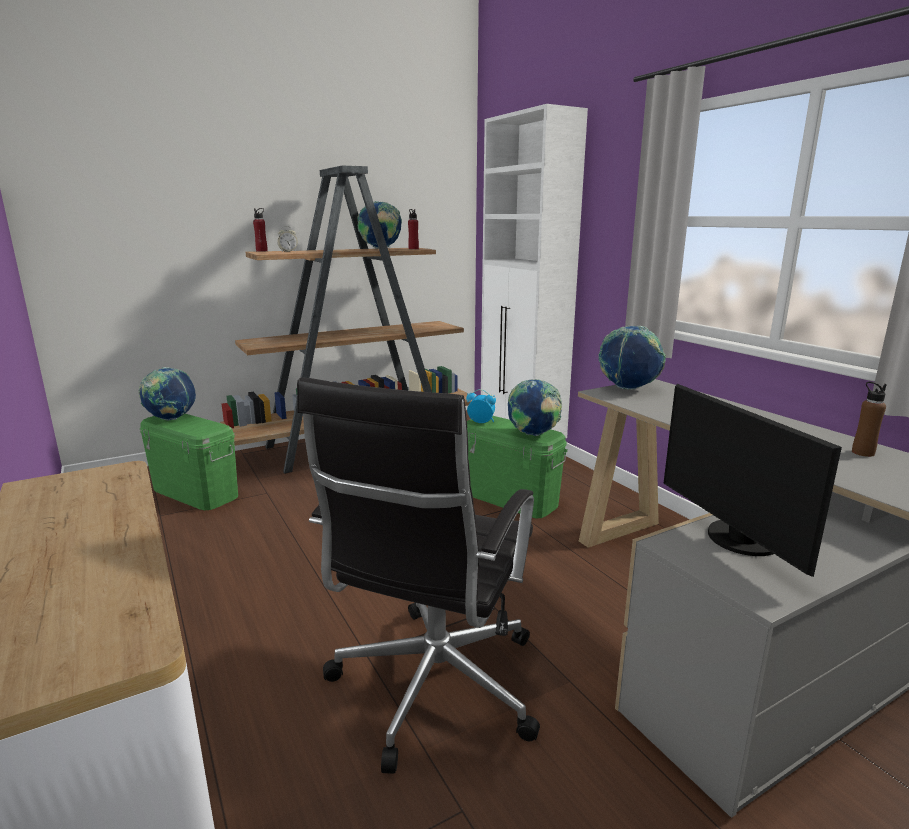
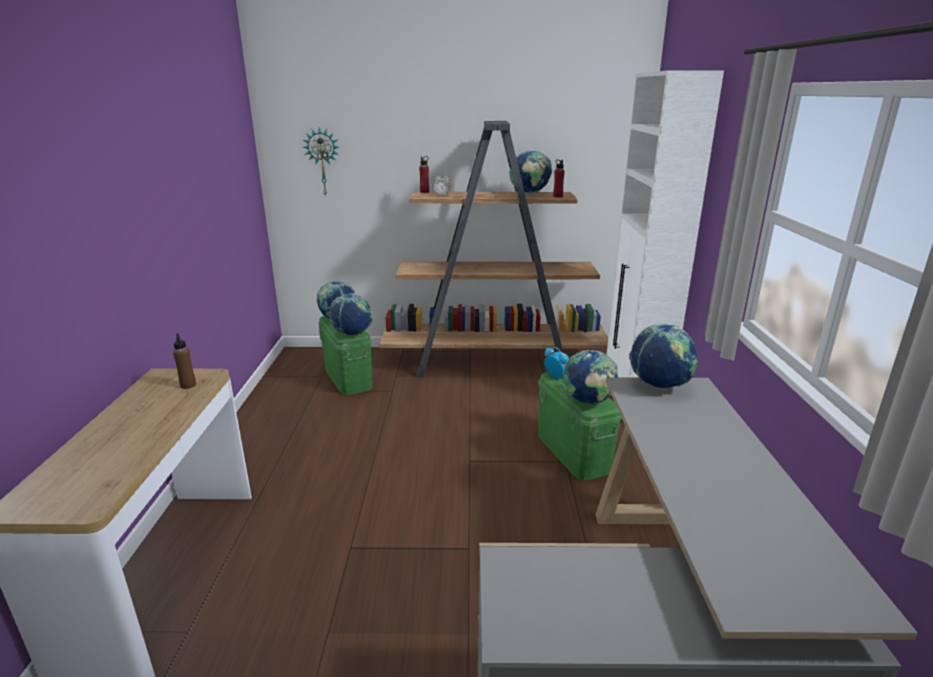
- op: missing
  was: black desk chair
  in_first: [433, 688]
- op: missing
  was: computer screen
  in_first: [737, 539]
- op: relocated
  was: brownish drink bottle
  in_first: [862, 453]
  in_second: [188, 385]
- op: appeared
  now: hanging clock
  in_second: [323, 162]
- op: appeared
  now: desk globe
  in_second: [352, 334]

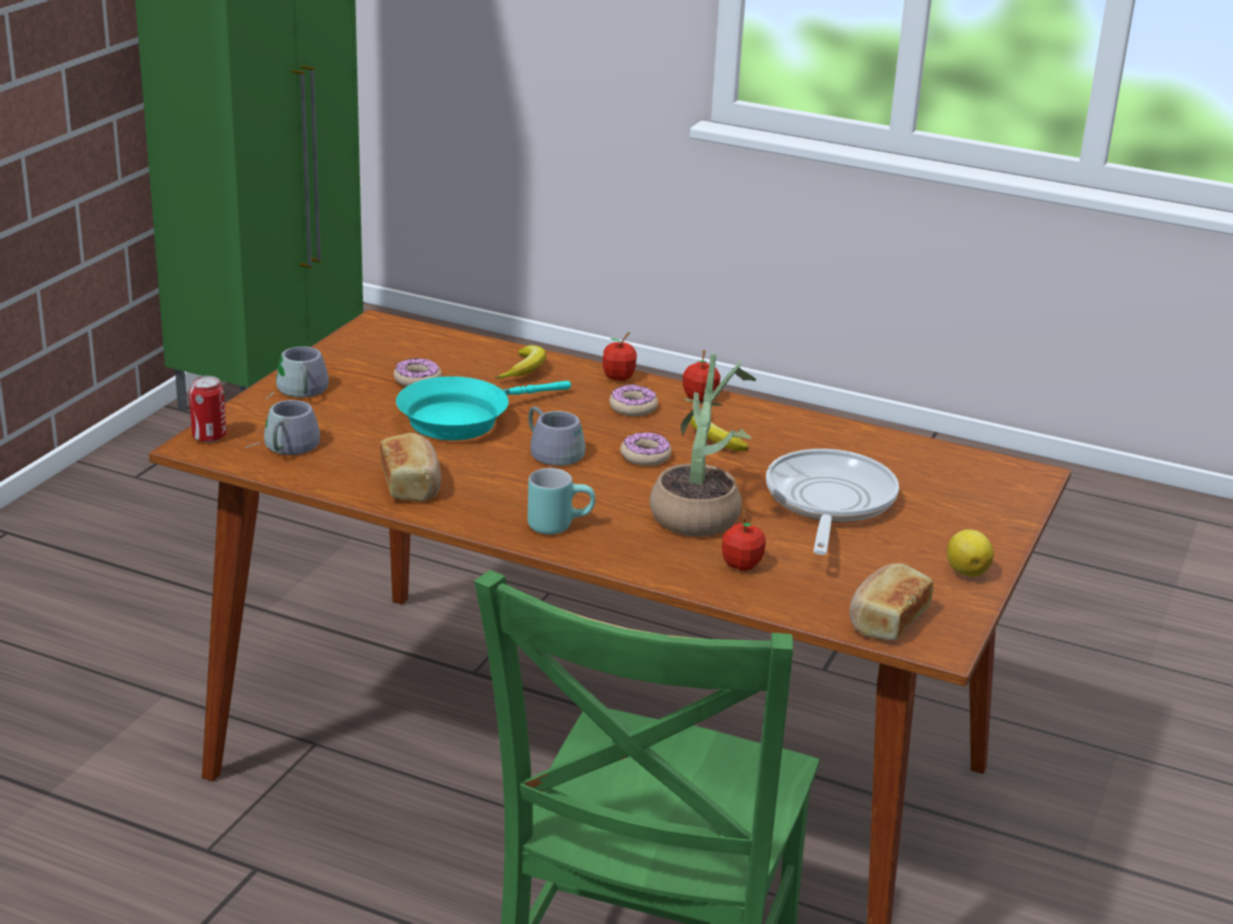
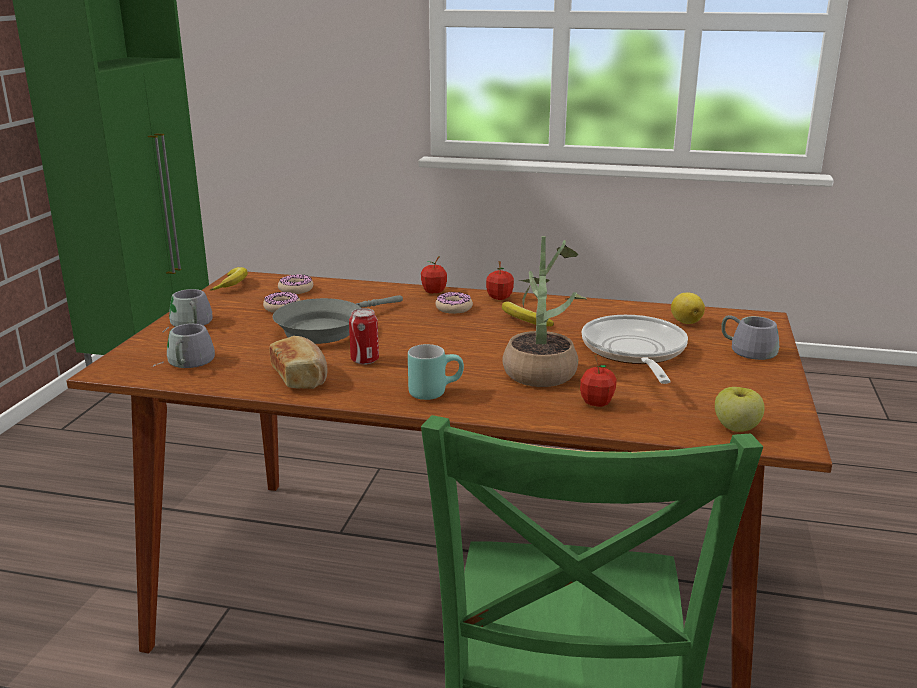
- op: relocated
  was: metal can
  in_first: [209, 437]
  in_second: [365, 360]
- op: colour
  was: turquoise frying pan
  now: grey frying pan
  in_first: [462, 419]
  in_second: [326, 328]
- op: relocated
  was: banana fruit
  in_first: [524, 370]
  in_second: [232, 284]
- op: relocated
  was: grey tea mug
  in_first: [556, 449]
  in_second: [749, 348]
- op: relocated
  was: doughnut
  in_first: [645, 456]
  in_second: [296, 289]
- op: exchanged
  was: baked bread
  now: apple fruit
  in_first: [886, 619]
  in_second: [736, 428]
- op: relocated
  was: lemon
  in_first: [967, 571]
  in_second: [685, 322]

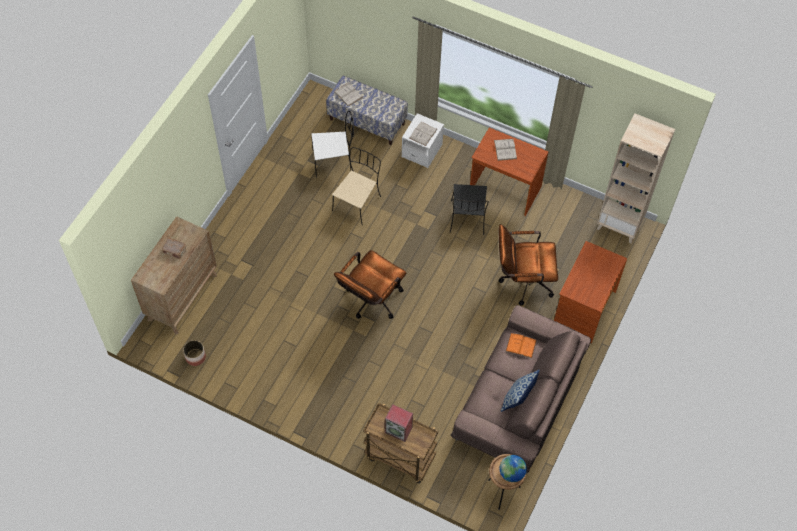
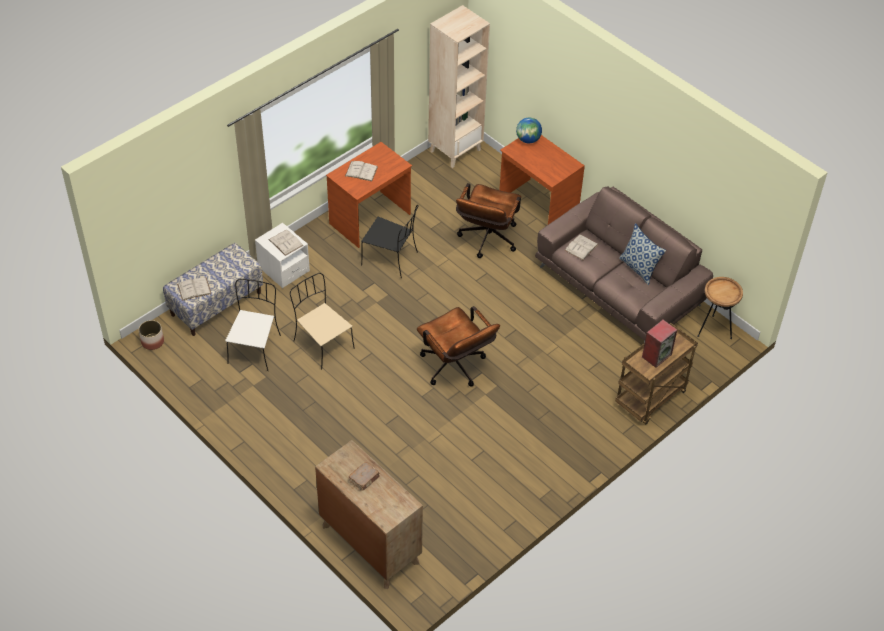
- op: relocated
  was: planter
  in_first: [195, 357]
  in_second: [152, 341]
- op: relocated
  was: desk globe
  in_first: [511, 473]
  in_second: [528, 140]
- op: colour
  was: orange-coloured bound book
  now: white bound book
  in_first: [521, 345]
  in_second: [581, 247]

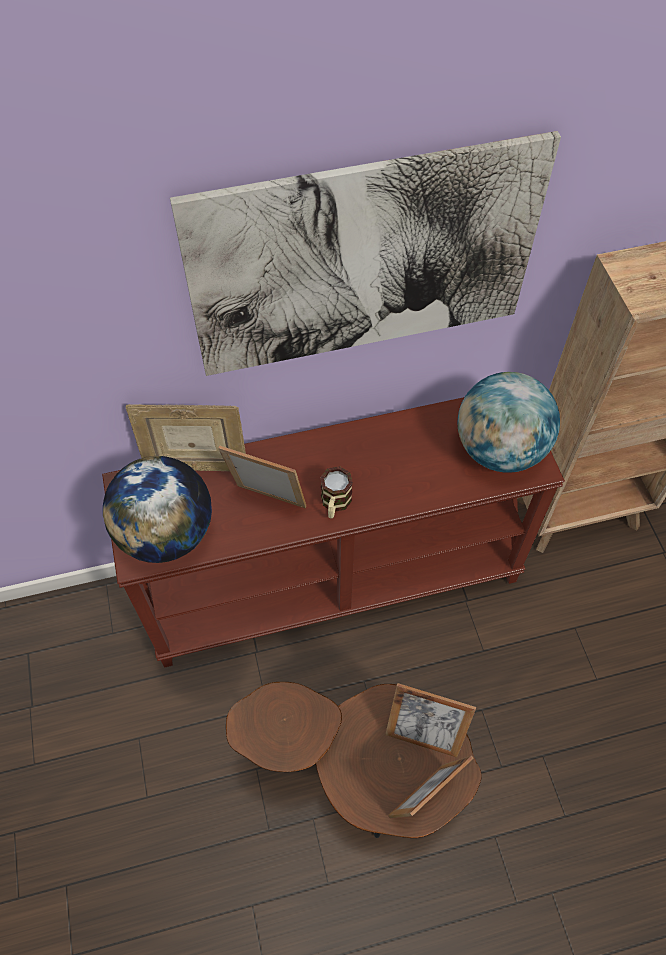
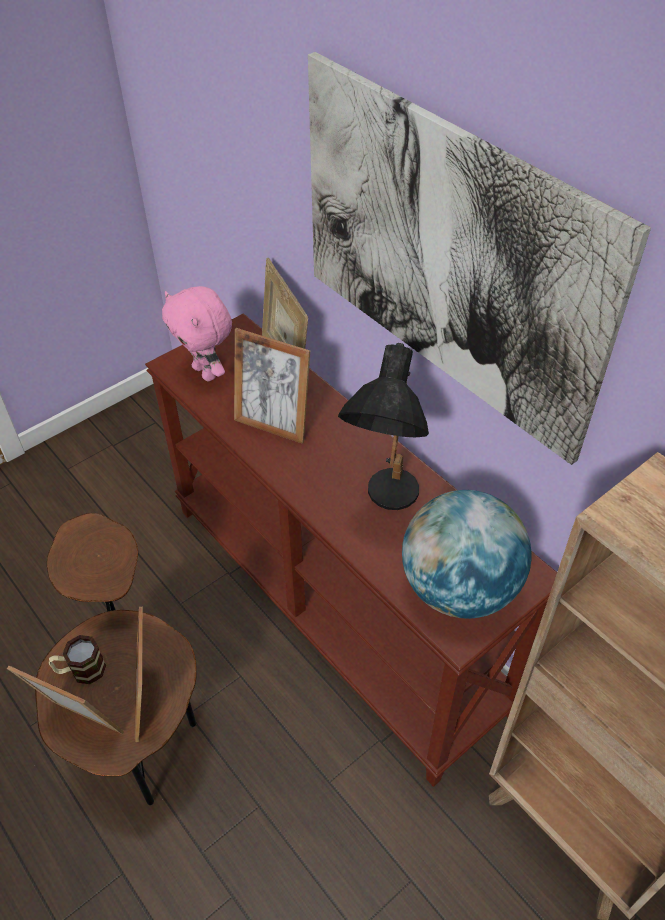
- op: exchanged
  was: desk globe
  now: pink-coloured soft toy
  in_first: [167, 533]
  in_second: [206, 372]
- op: spun
  was: standing frame
  in_first: [268, 504]
  in_second: [273, 424]
  clockwise: 120
- op: relocated
  was: tea mug
  in_first: [334, 504]
  in_second: [81, 670]
- op: appeared
  now: black tabletop lamp
  in_second: [385, 504]

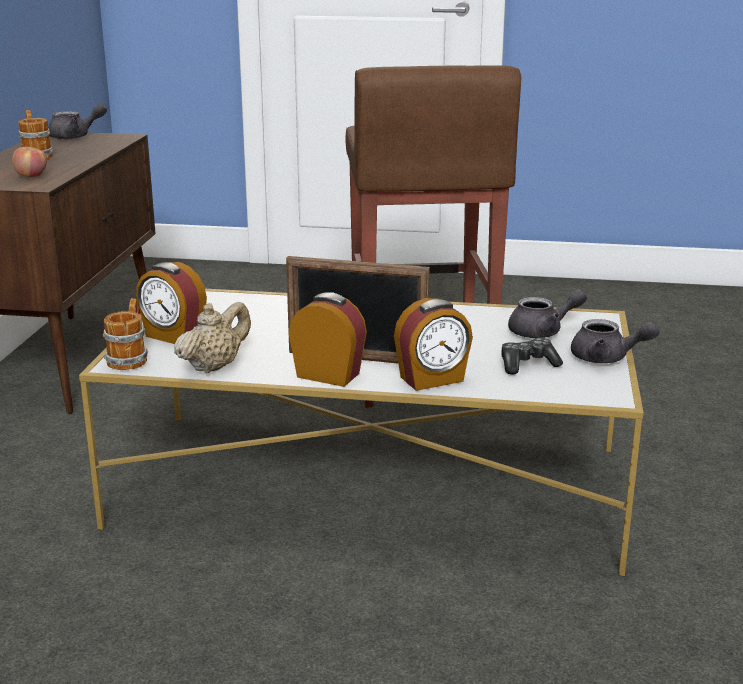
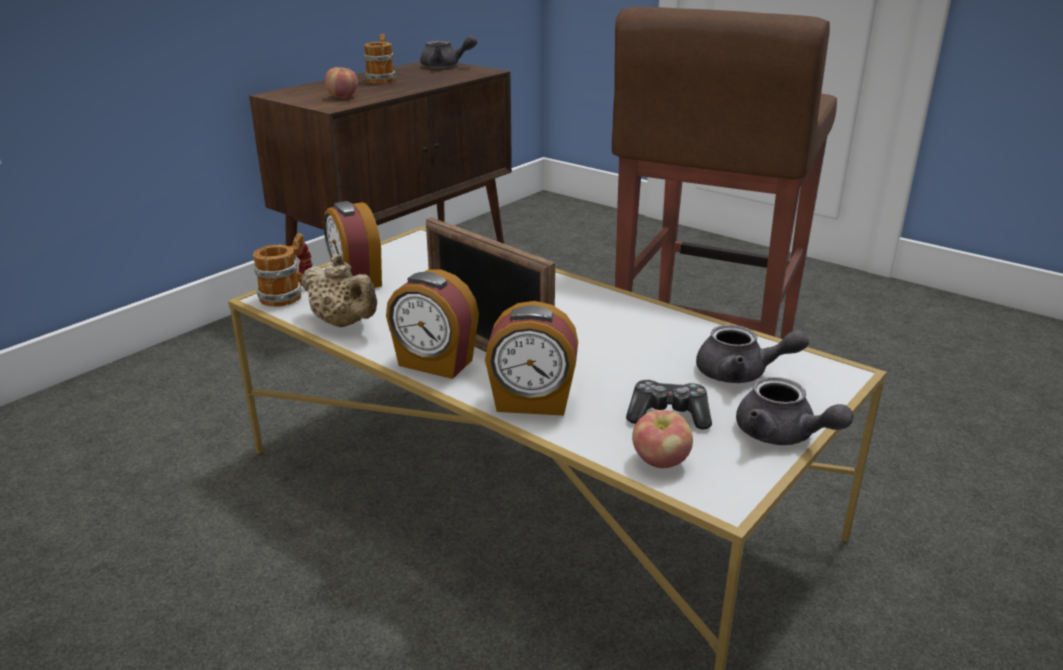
- op: spun
  was: beige tea pot
  in_first: [214, 367]
  in_second: [344, 323]
  clockwise: 60
- op: spun
  was: alarm clock
  in_first: [329, 374]
  in_second: [434, 364]
  clockwise: 150
- op: appeared
  now: apple fruit
  in_second: [660, 461]

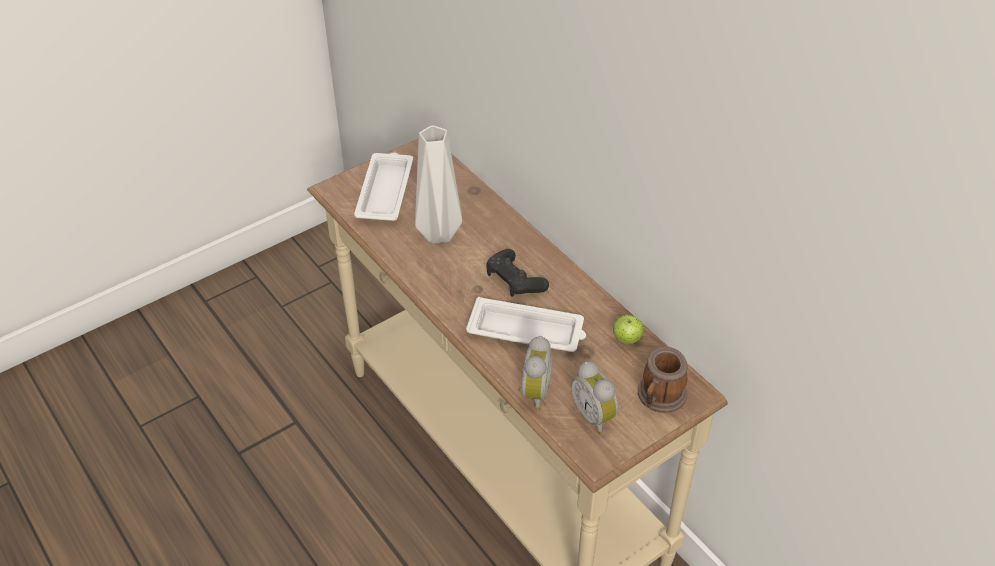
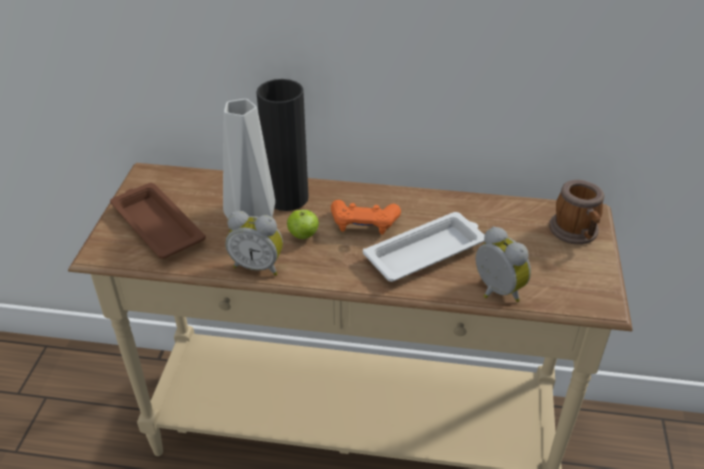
- op: colour
  was: white carrying tray
  now: brownish carrying tray
  in_first: [385, 191]
  in_second: [157, 225]
- op: colour
  was: black game controller
  now: orange-coloured game controller
  in_first: [514, 281]
  in_second: [364, 224]
- op: relocated
  was: alarm clock
  in_first: [595, 416]
  in_second: [258, 265]
- op: relocated
  was: apple fruit
  in_first: [627, 339]
  in_second: [303, 235]
- op: appeared
  now: black vase
  in_second: [287, 198]

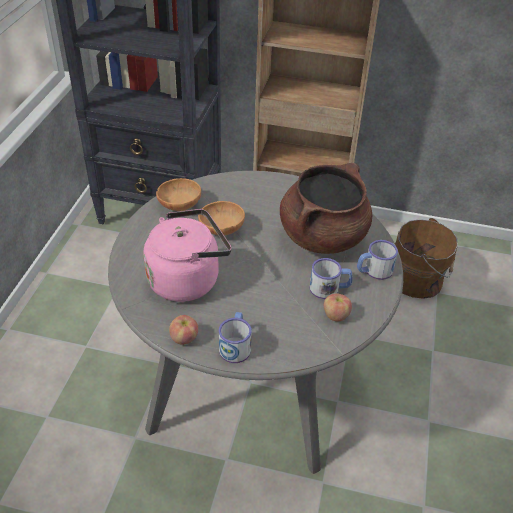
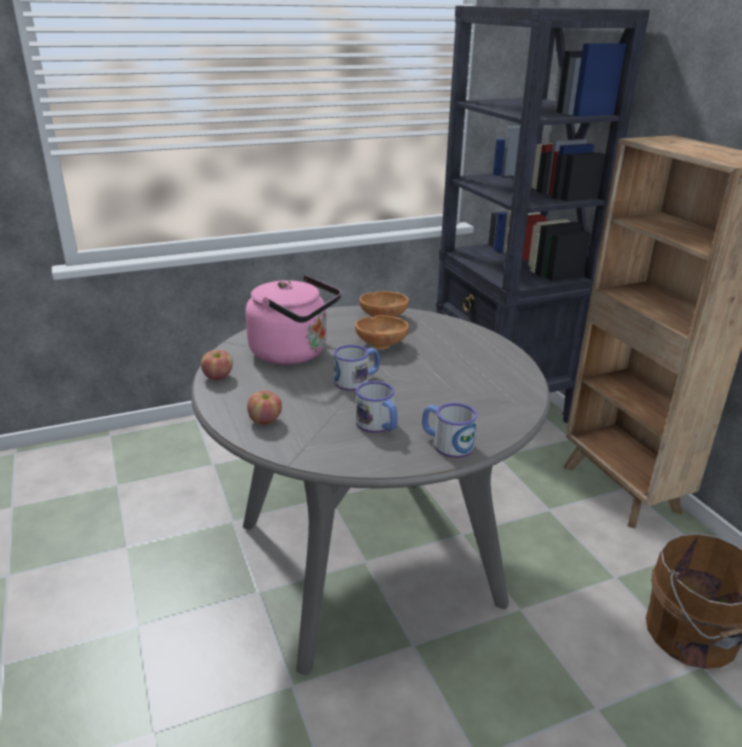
- op: relocated
  was: tea mug
  in_first: [235, 345]
  in_second: [357, 380]
- op: missing
  was: brownish cooking pot
  in_first: [322, 236]
- op: relocated
  was: apple fruit
  in_first: [336, 315]
  in_second: [265, 420]

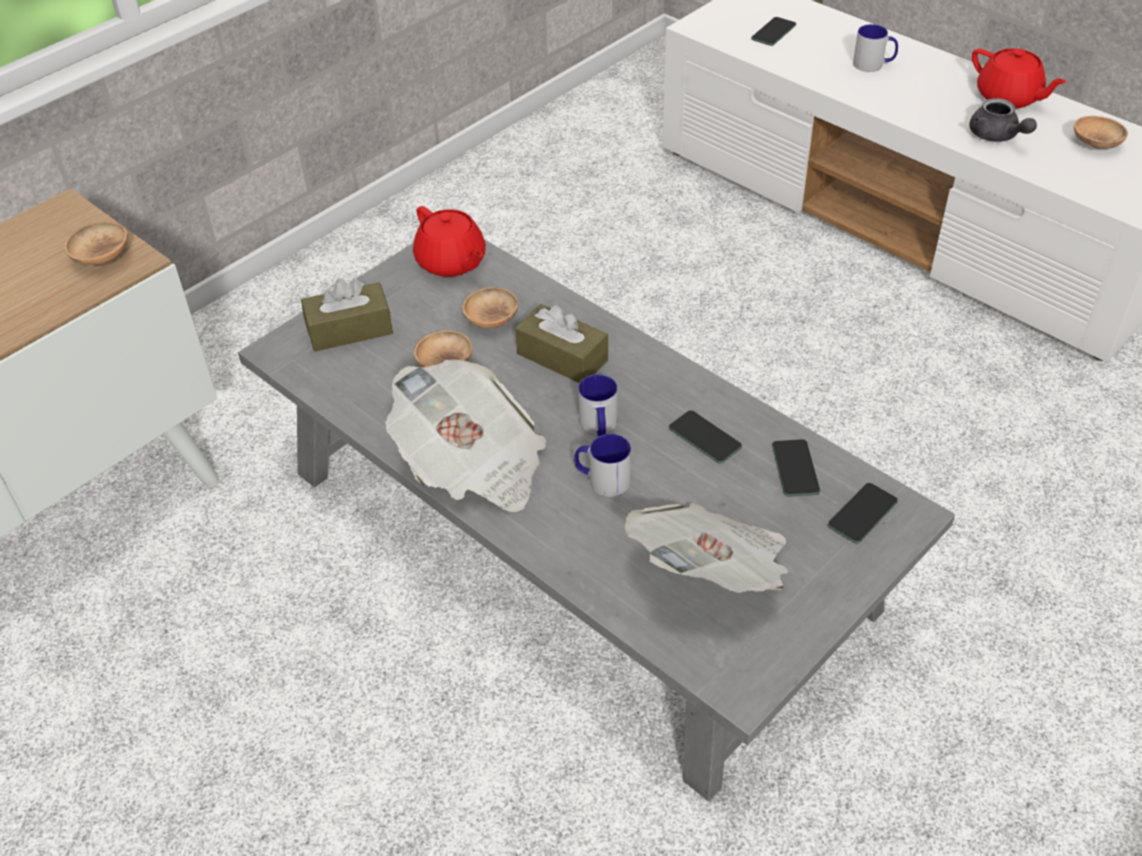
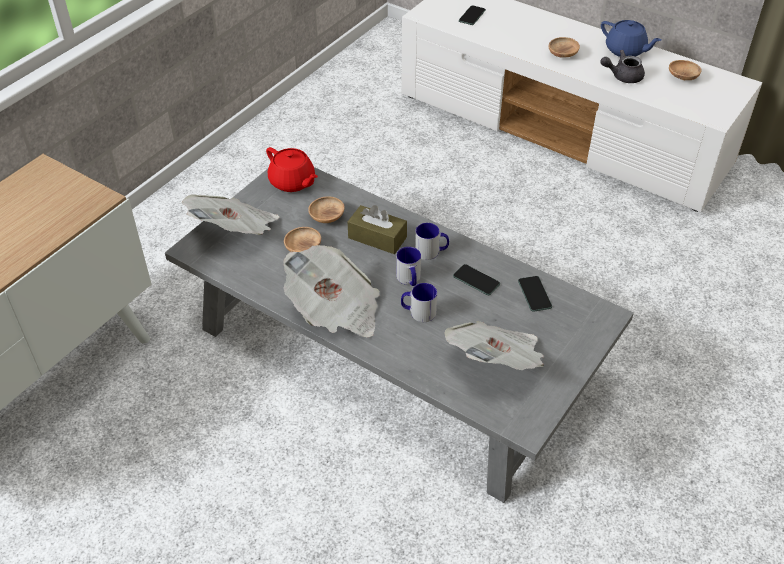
- op: relocated
  was: brownish bowl
  in_first: [102, 257]
  in_second: [562, 55]
- op: exchanged
  was: brownish tissue box
  now: daily paper
  in_first: [349, 329]
  in_second: [235, 231]
- op: missing
  was: handset
  in_first: [862, 514]
- op: relocated
  was: tea mug
  in_first: [873, 64]
  in_second: [431, 252]
- op: spun
  was: grey tea pot
  in_first: [996, 136]
  in_second: [622, 76]
  clockwise: 120
- op: colour
  was: red tea pot
  now: bluish tea pot
  in_first: [1009, 98]
  in_second: [626, 51]

